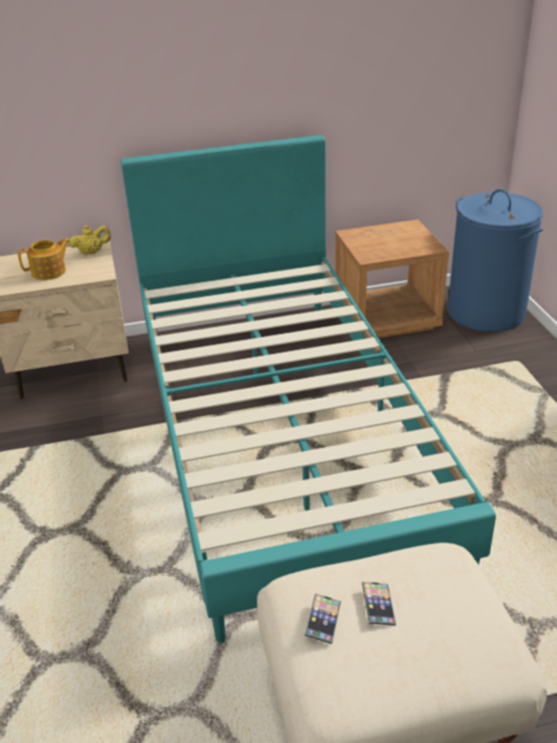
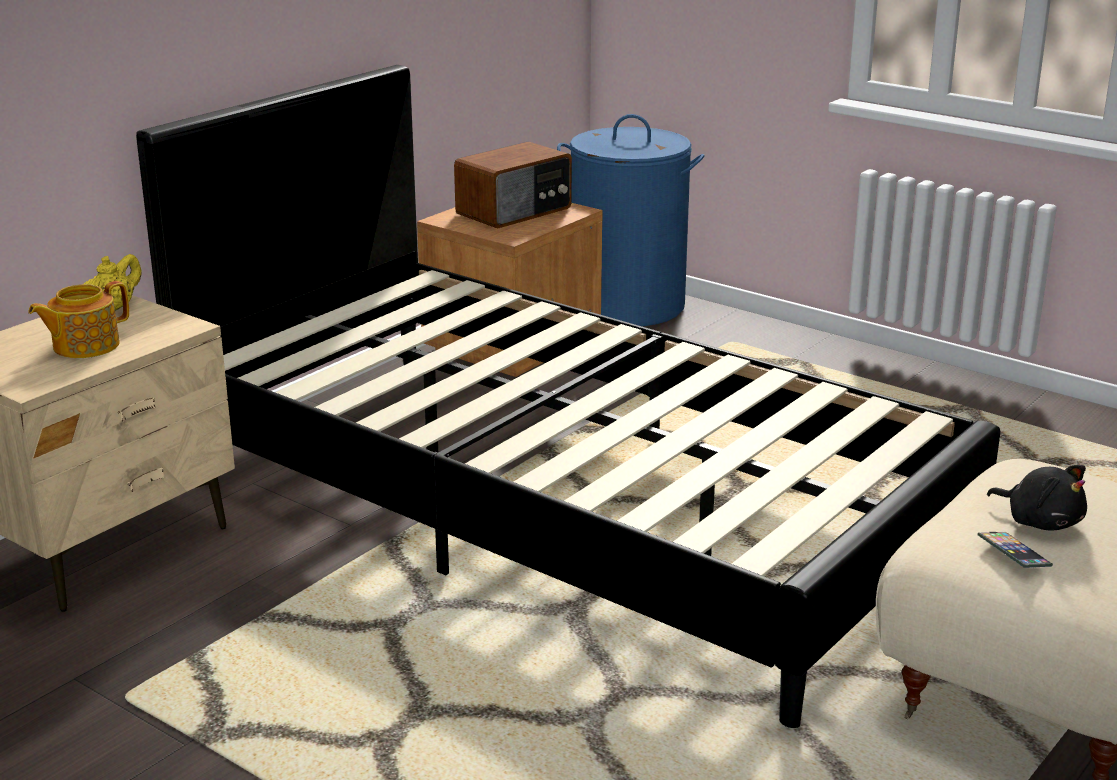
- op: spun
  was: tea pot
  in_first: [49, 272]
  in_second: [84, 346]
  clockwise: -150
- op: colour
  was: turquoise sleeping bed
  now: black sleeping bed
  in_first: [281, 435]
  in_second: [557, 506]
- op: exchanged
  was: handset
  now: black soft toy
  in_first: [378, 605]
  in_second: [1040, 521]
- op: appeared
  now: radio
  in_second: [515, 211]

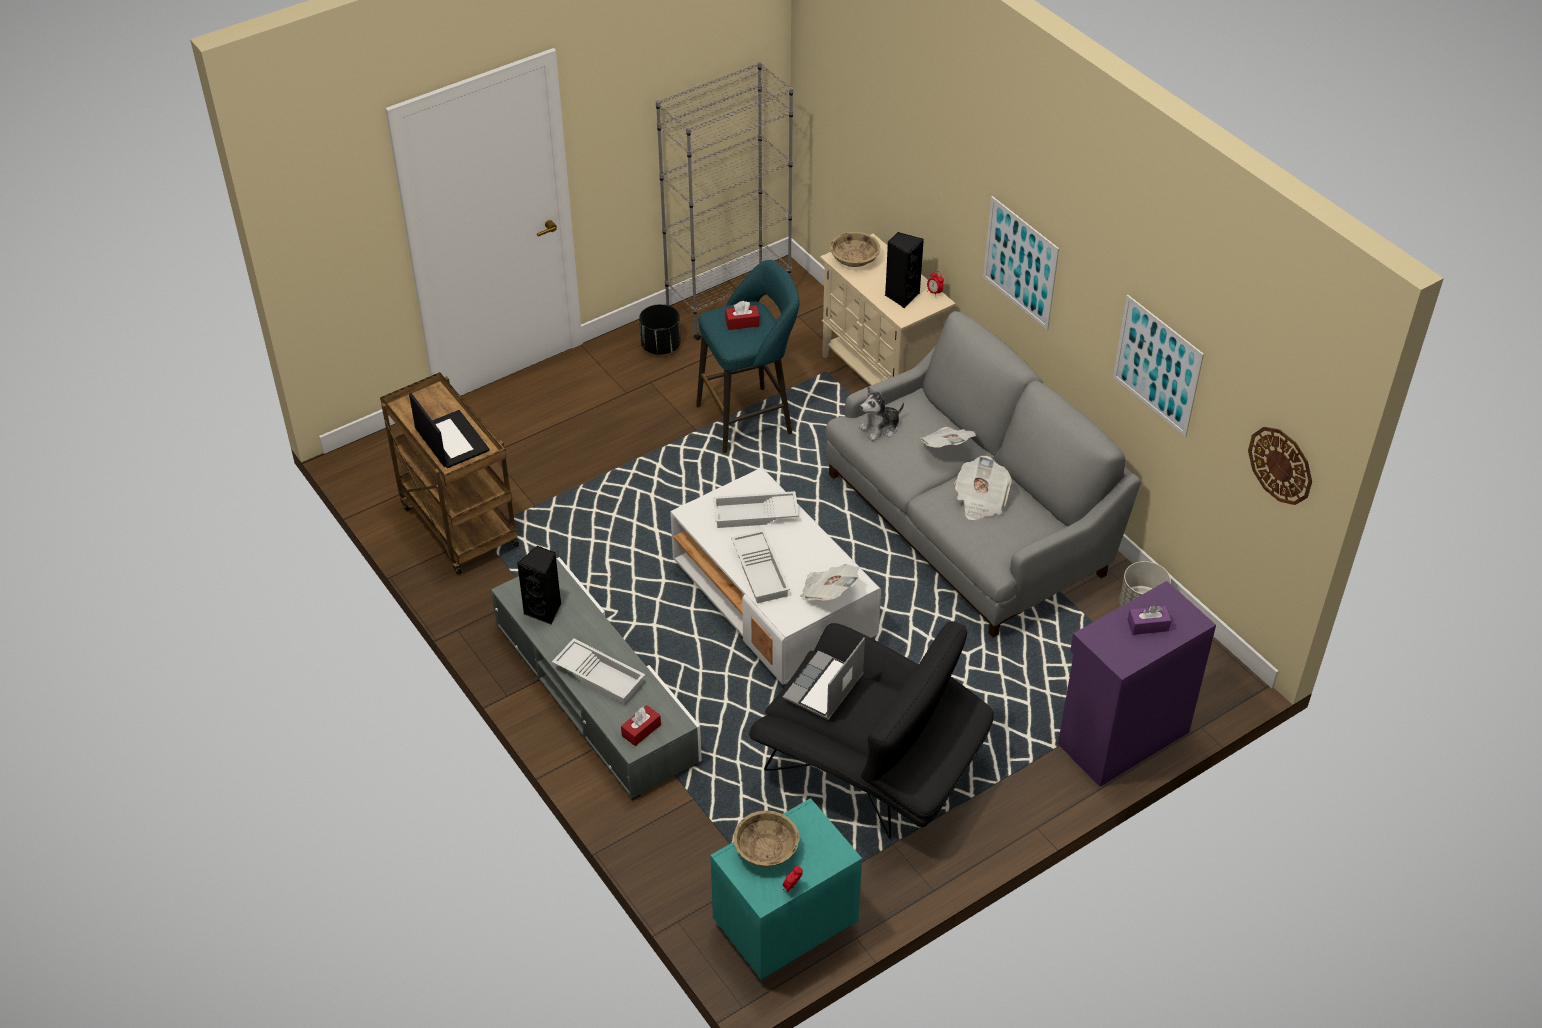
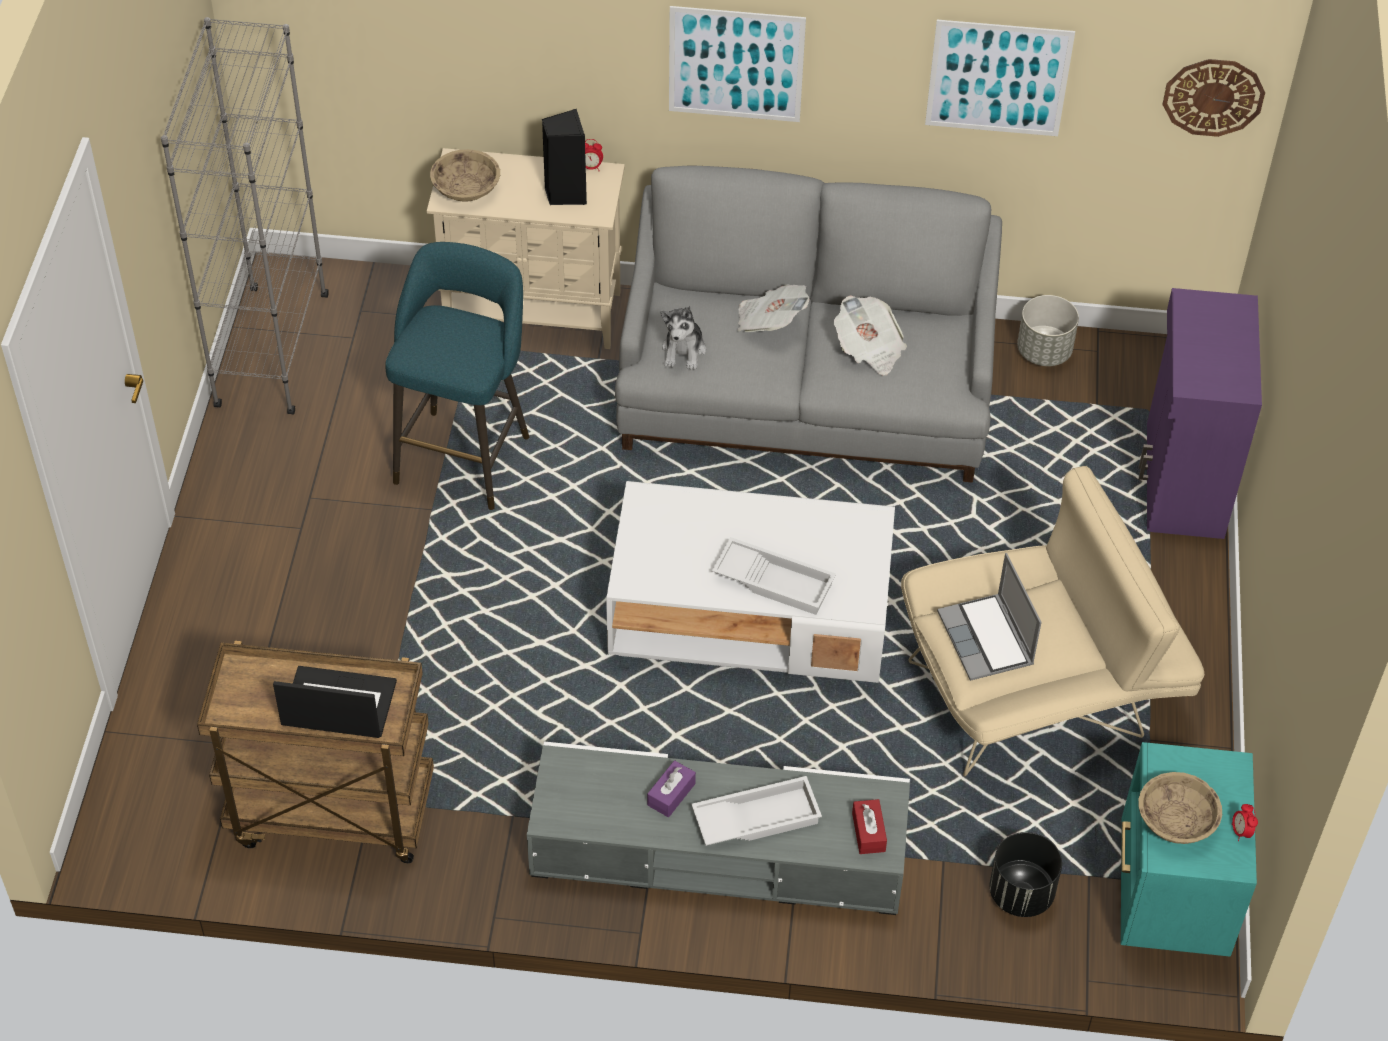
- op: missing
  was: black loudspeaker
  in_first: [545, 610]
- op: relocated
  was: black planter
  in_first: [660, 346]
  in_second: [1021, 894]
- op: missing
  was: white carrying tray
  in_first: [755, 515]
- op: missing
  was: red tissue box
  in_first: [742, 323]
- op: colour
  was: black lounge chair
  now: beige lounge chair
  in_first: [871, 767]
  in_second: [1041, 690]
- op: missing
  was: daily paper
  in_first: [828, 592]
- op: relocated
  was: purple-coloured tissue box
  in_first: [1148, 625]
  in_second: [671, 794]

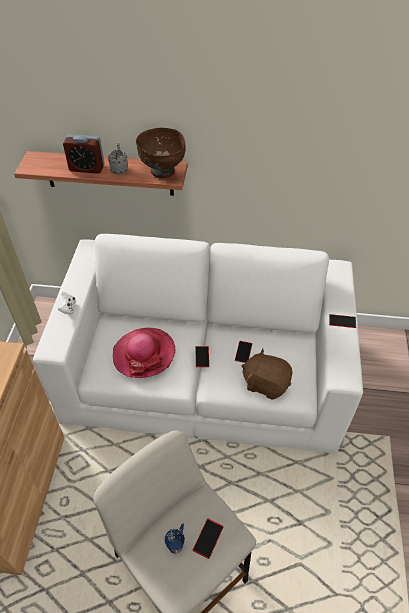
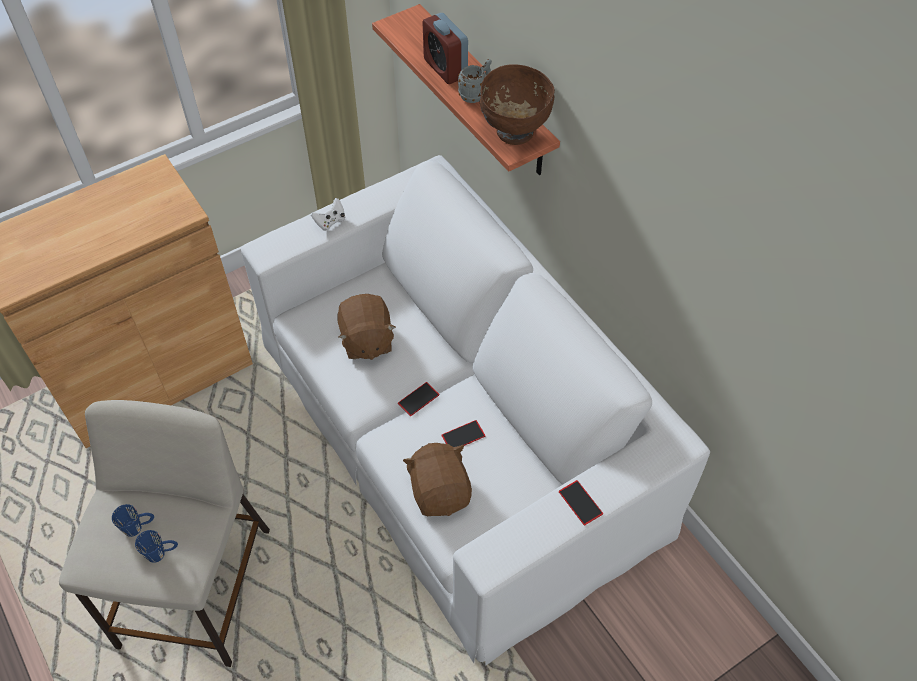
- op: exchanged
  was: hat
  now: brownish soft toy
  in_first: [144, 354]
  in_second: [366, 340]
- op: exchanged
  was: handset
  now: bluish tea mug
  in_first: [208, 538]
  in_second: [162, 552]

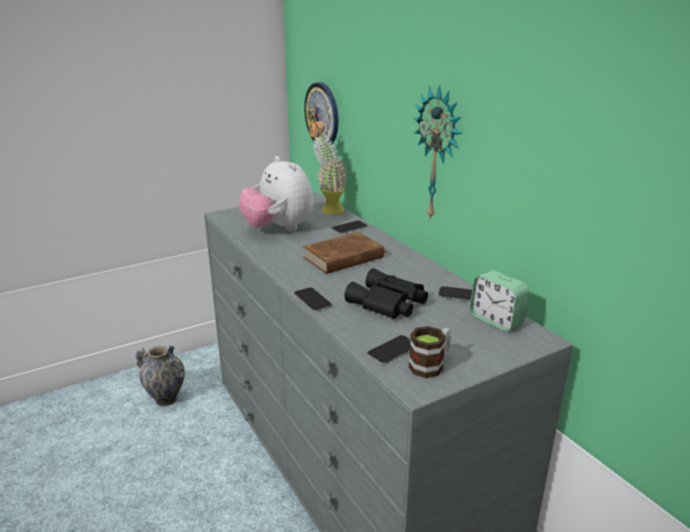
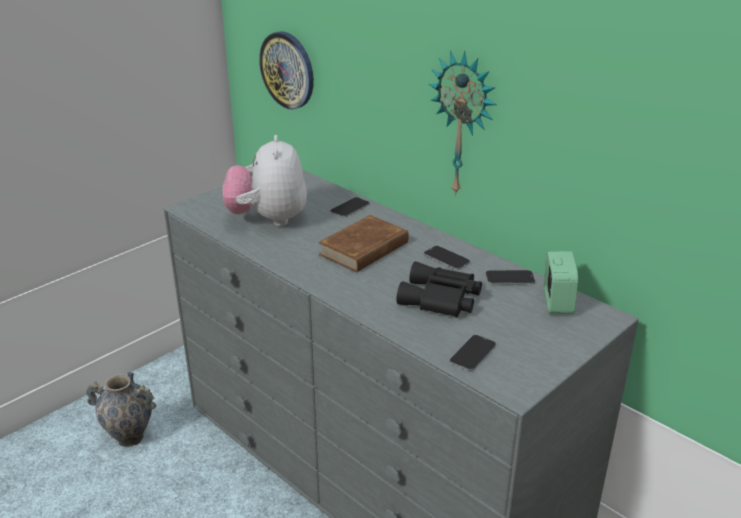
- op: spun
  was: soft toy
  in_first: [278, 229]
  in_second: [268, 219]
  clockwise: 45
- op: relocated
  was: handset
  in_first: [312, 300]
  in_second: [446, 258]
- op: missing
  was: potted plant
  in_first: [327, 209]
- op: missing
  was: tea mug
  in_first: [431, 365]
- op: spun
  was: alarm clock
  in_first: [496, 320]
  in_second: [557, 302]
  clockwise: -120

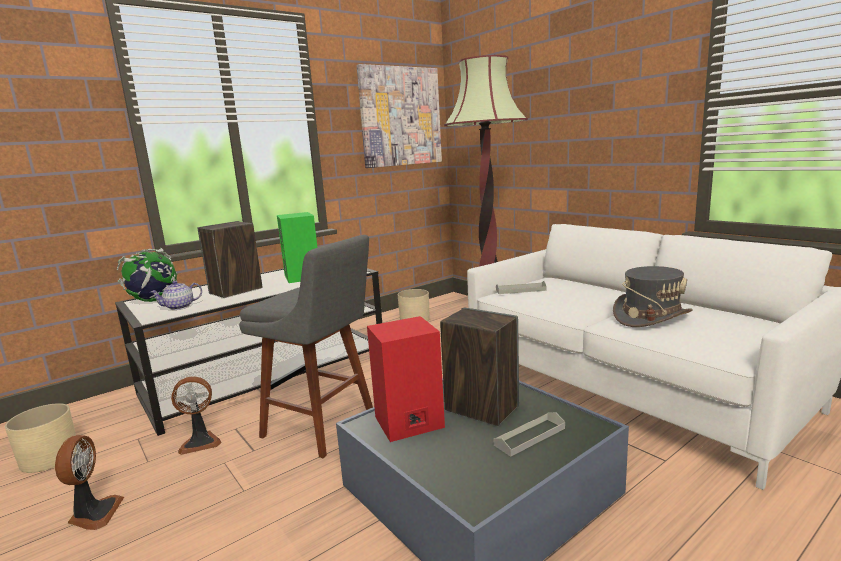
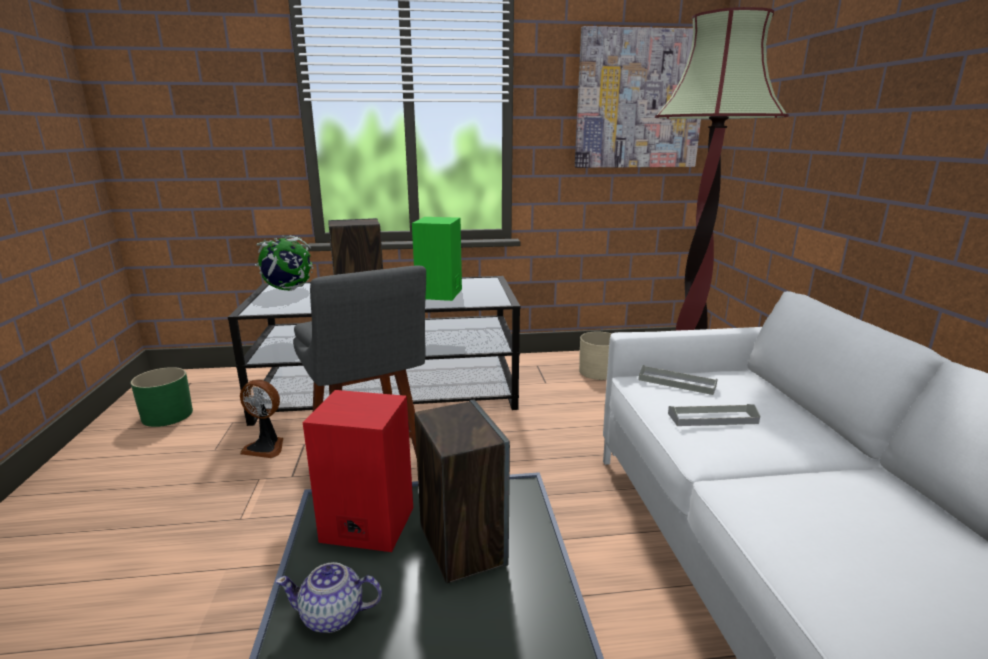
- op: colour
  was: beige planter
  now: greenish planter
  in_first: [50, 457]
  in_second: [168, 415]
- op: missing
  was: electric fan
  in_first: [94, 514]
- op: relocated
  was: tea pot
  in_first: [180, 307]
  in_second: [333, 616]
- op: relocated
  was: grey carrying tray
  in_first: [530, 436]
  in_second: [712, 418]
- op: missing
  was: grey hat
  in_first: [651, 317]

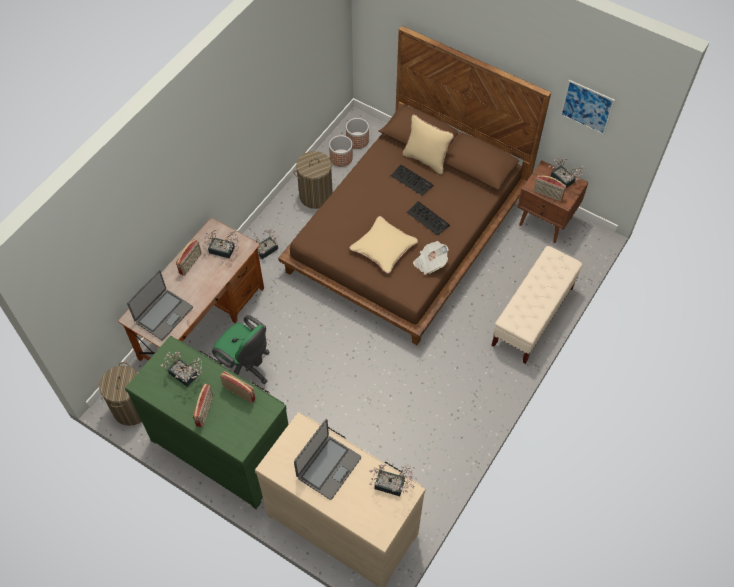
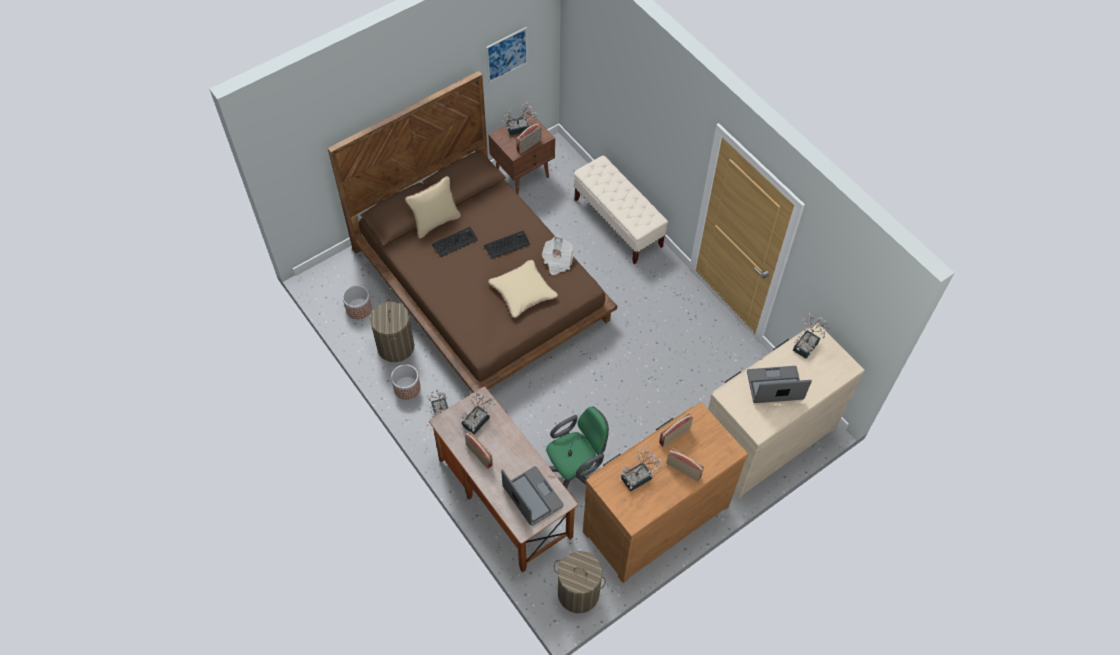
- op: colour
  was: greenish dresser
  now: brownish dresser
  in_first: [223, 446]
  in_second: [653, 517]
- op: spun
  was: portable computer
  in_first: [328, 467]
  in_second: [775, 386]
  clockwise: -60
- op: relocated
  was: planter
  in_first: [357, 140]
  in_second: [407, 388]

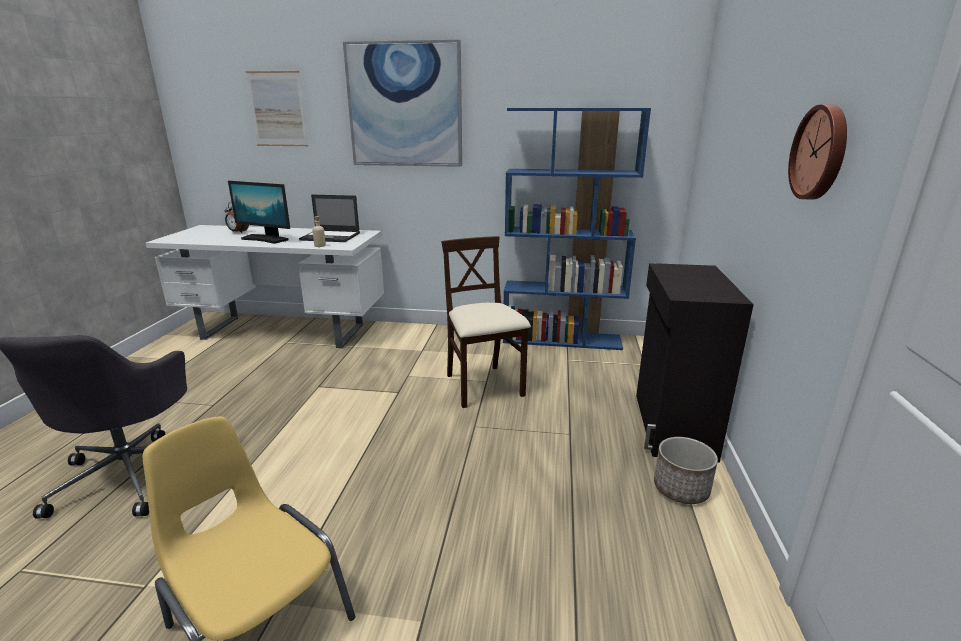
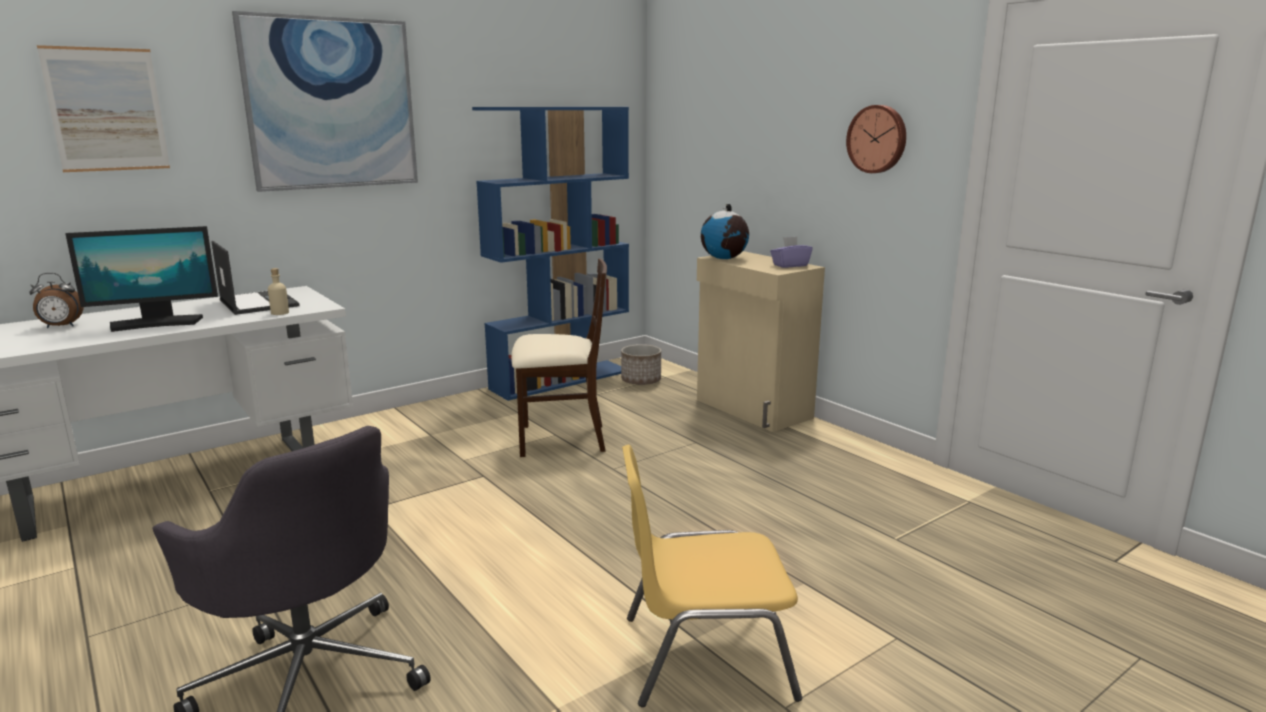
- op: spun
  was: portable computer
  in_first: [331, 236]
  in_second: [258, 303]
  clockwise: -90
- op: spun
  was: beige upright chair
  in_first: [483, 386]
  in_second: [560, 439]
  clockwise: 150
- op: colour
  was: black cabinet
  now: beige cabinet
  in_first: [671, 426]
  in_second: [752, 409]
- op: relocated
  was: planter
  in_first: [681, 489]
  in_second: [641, 381]
- op: appeared
  now: desk globe
  in_second: [724, 258]
- op: appeared
  now: purple-coloured tissue box
  in_second: [790, 265]

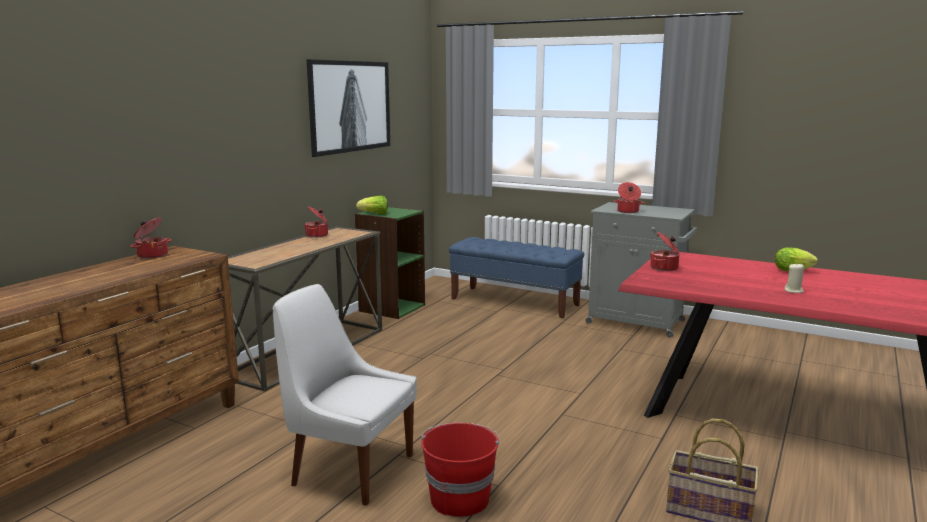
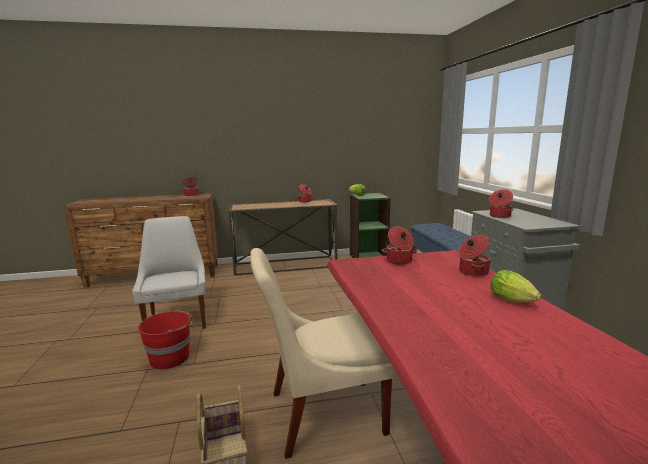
- op: missing
  was: wall art
  in_first: [349, 106]
- op: missing
  was: beige candle
  in_first: [793, 291]
- op: appeared
  now: beige upright chair
  in_second: [320, 413]
- op: appeared
  now: cooking pot
  in_second: [472, 272]

